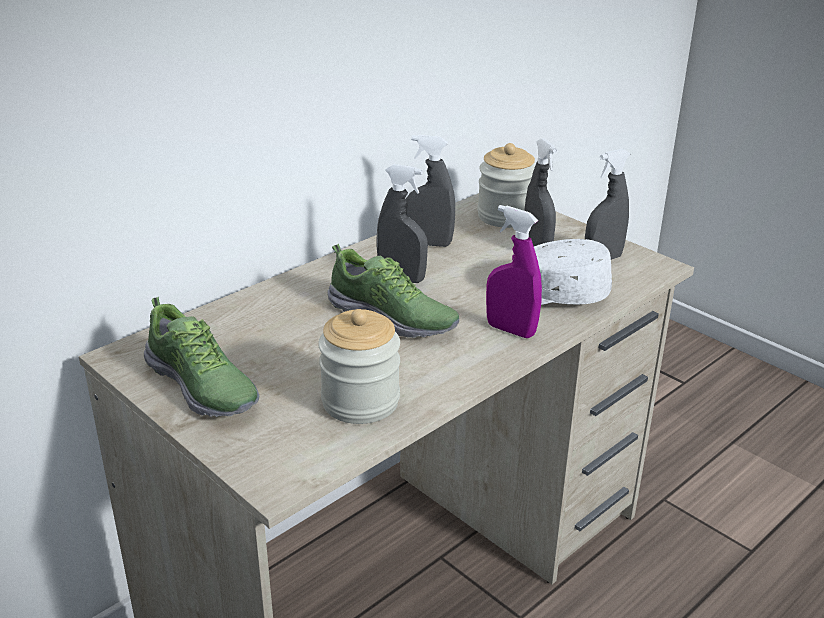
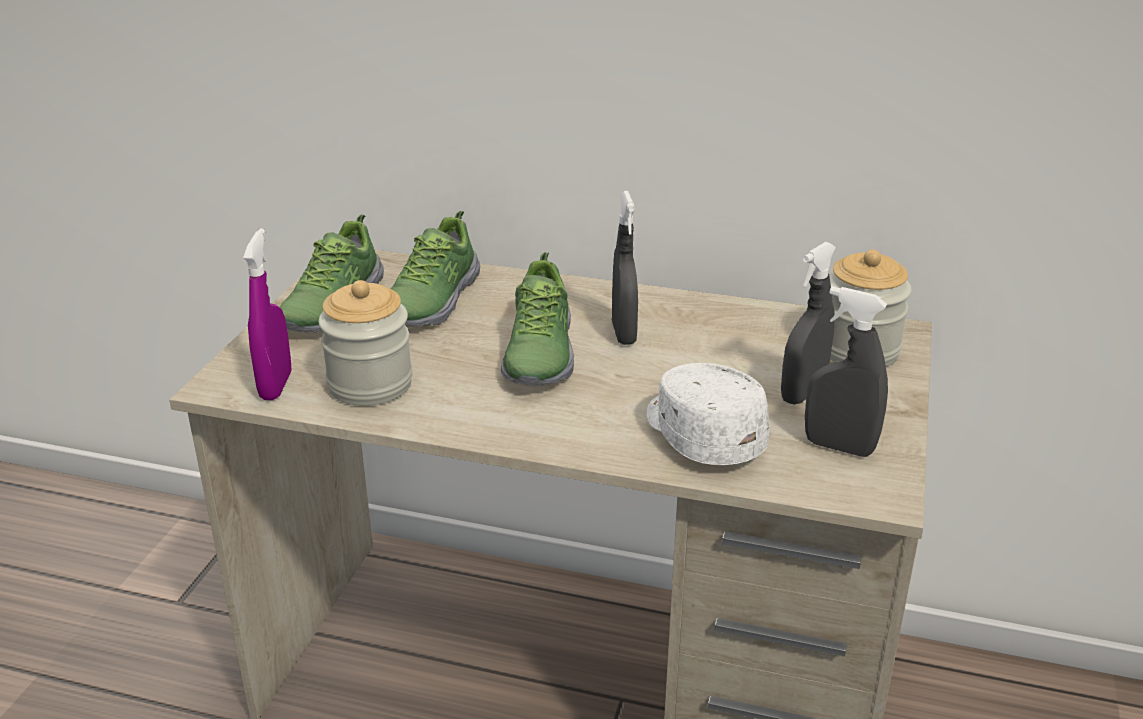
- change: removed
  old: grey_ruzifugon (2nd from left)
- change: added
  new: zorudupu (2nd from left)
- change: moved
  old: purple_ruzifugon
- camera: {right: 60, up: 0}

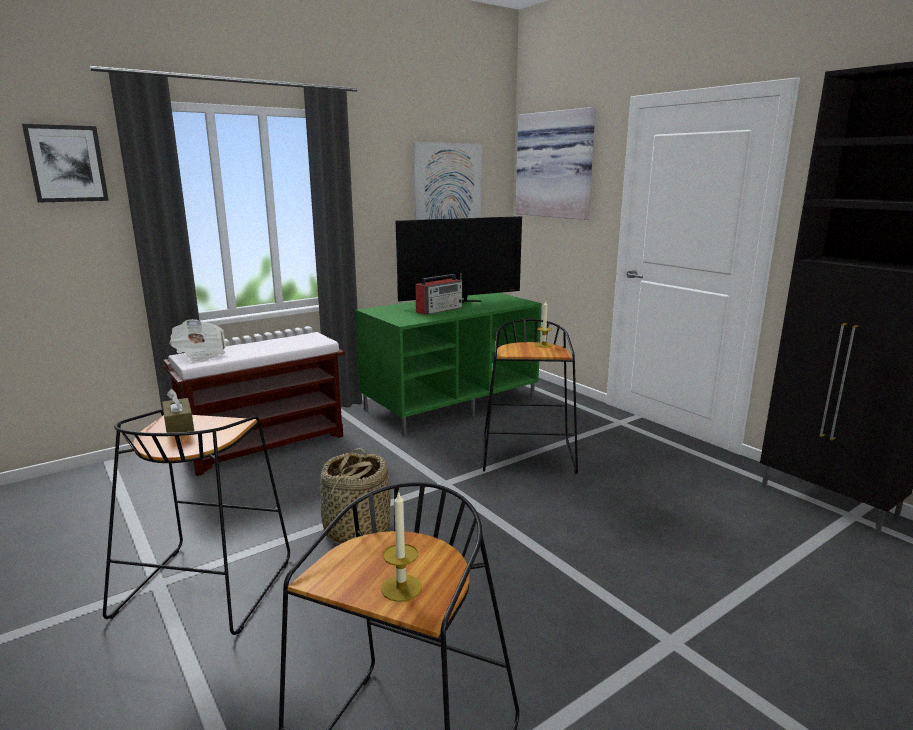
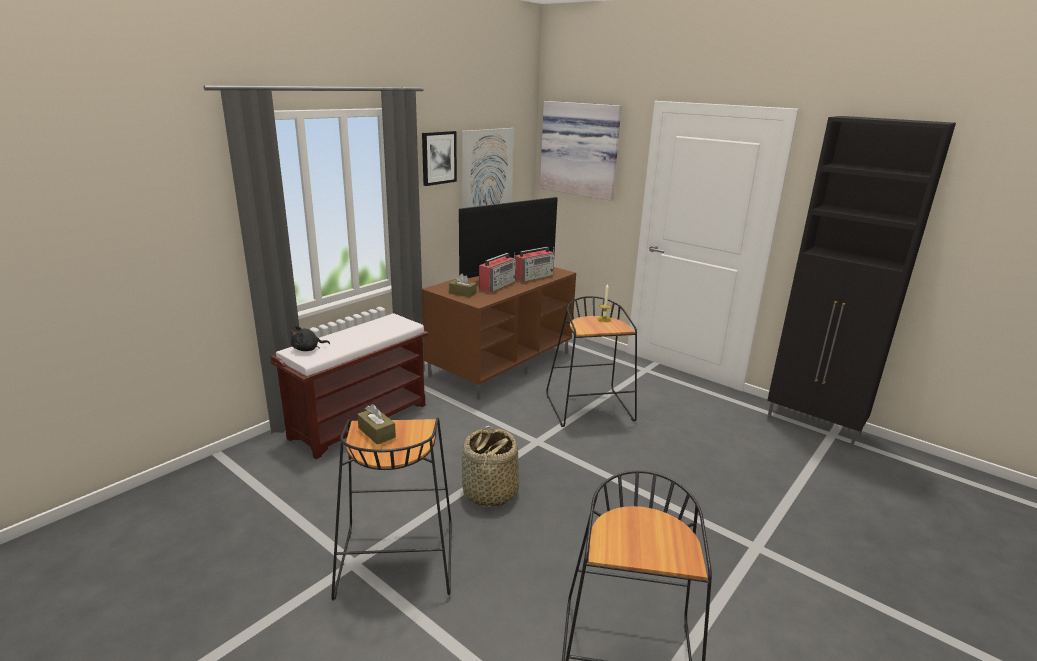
- change: removed
  old: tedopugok (1st from left)
- change: added
  new: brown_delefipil (2nd from left)
- change: added
  new: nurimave (2nd from left)
- change: moved
  old: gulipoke (1st from left)
- change: replaced
  old: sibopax
  new: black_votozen
- change: recoloured
  old: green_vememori
  new: brown_vememori
- camera: {right: -15, up: 5}

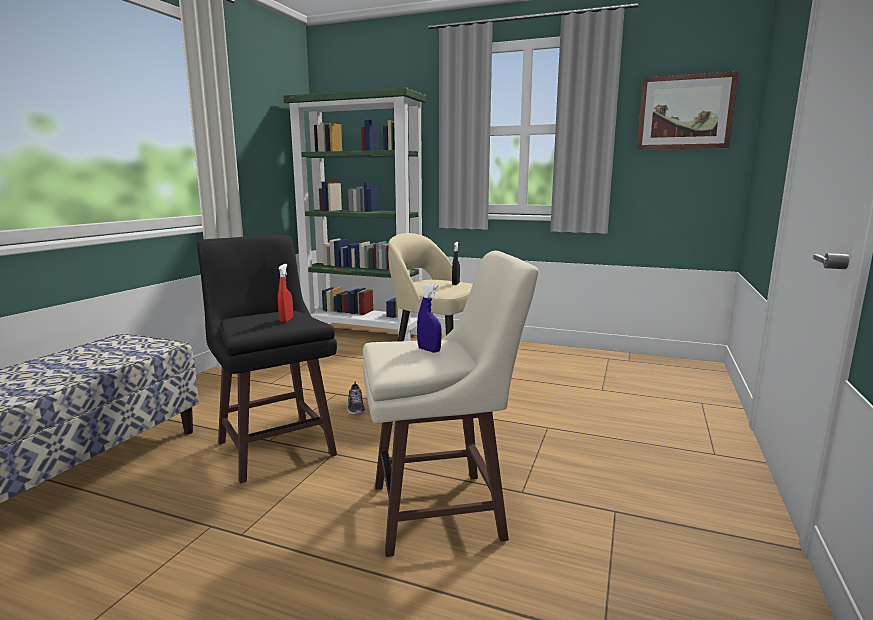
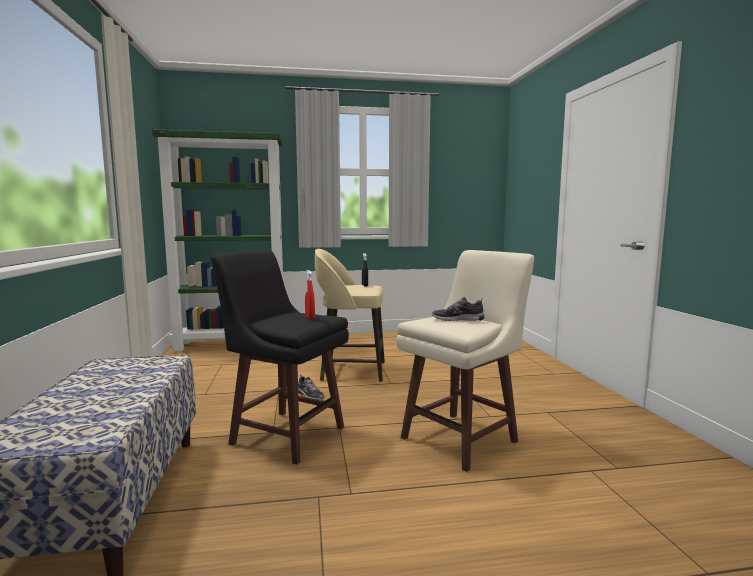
- change: removed
  old: gulipoke
- change: replaced
  old: blue_ruzifugon
  new: zorudupu (2nd from left)
- camera: {right: -30, up: -5}

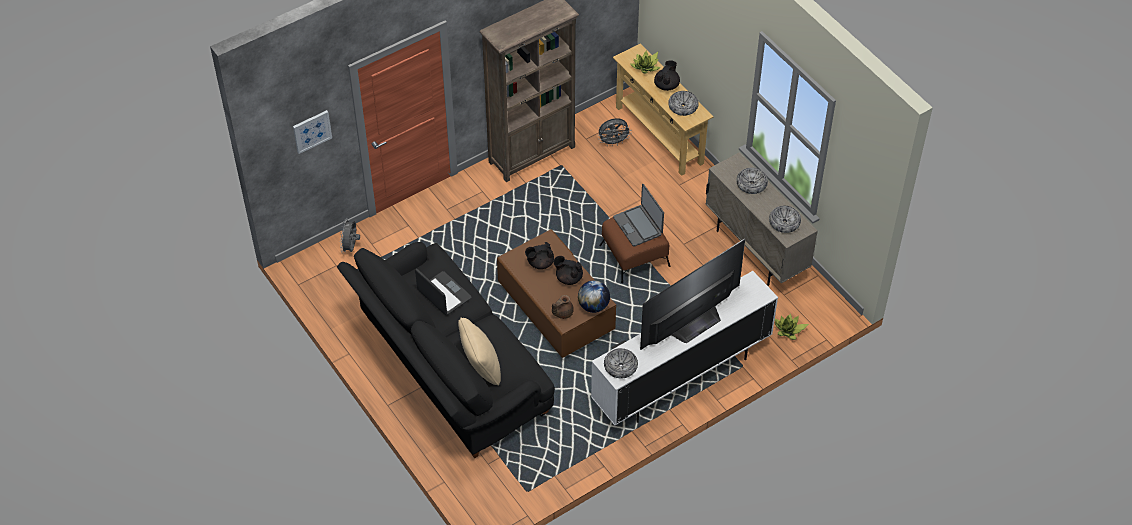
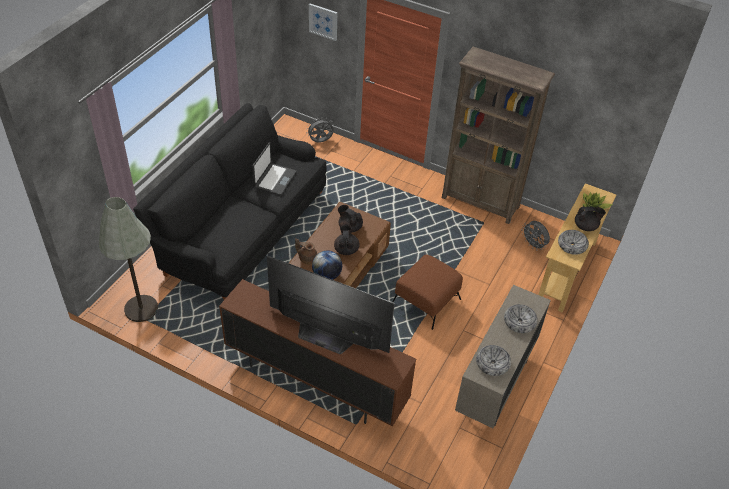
- change: removed
  old: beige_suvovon
- change: removed
  old: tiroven (1st from left)
- change: removed
  old: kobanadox (2nd from left)
- change: removed
  old: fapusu (2nd from left)
- change: added
  new: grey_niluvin
- change: recoloured
  old: white_vememori
  new: brown_vememori
- camera: {right: 60, up: -5}

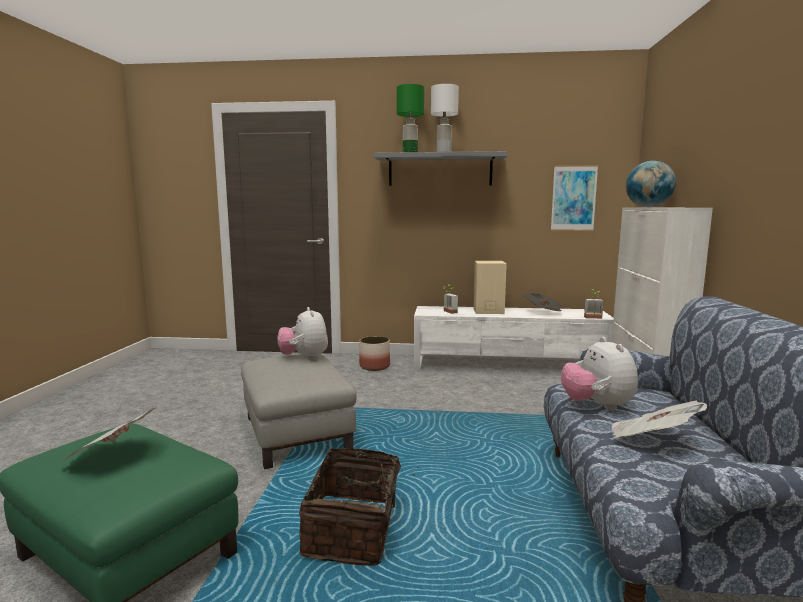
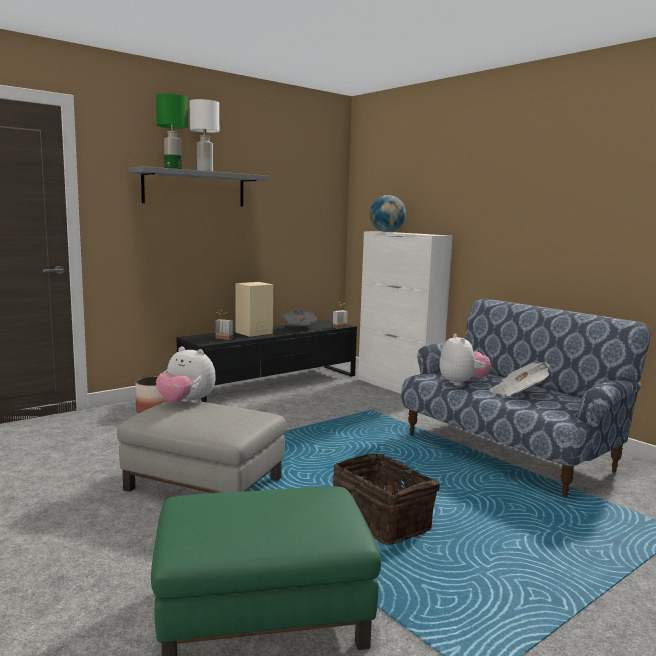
- change: removed
  old: sibopax (1st from left)
- change: removed
  old: gulipoke
- change: recoloured
  old: white_vememori
  new: black_vememori
- change: turned
  old: votozen (2nd from left)
  degrees: -135
- camera: {right: -45, up: 0}

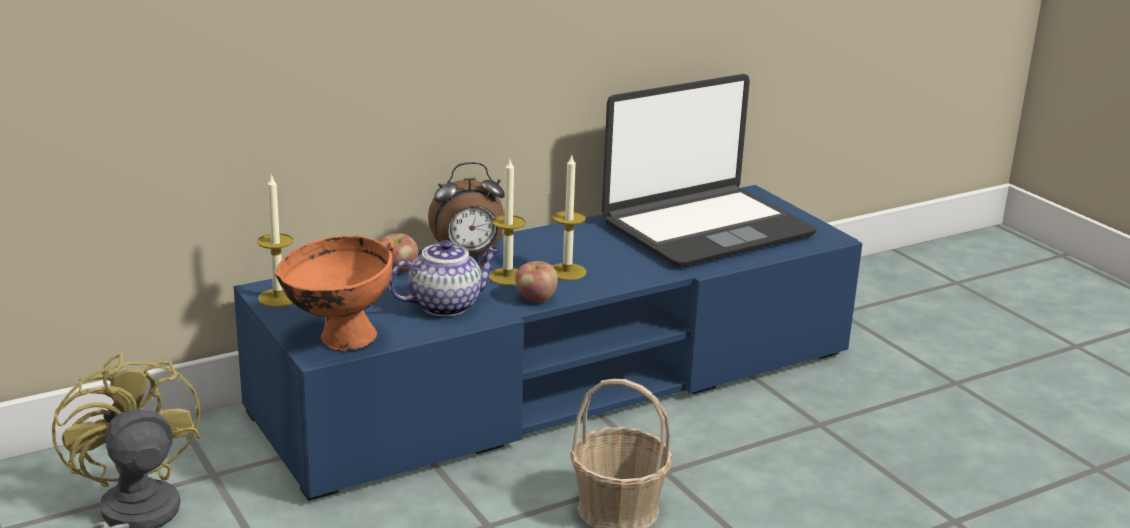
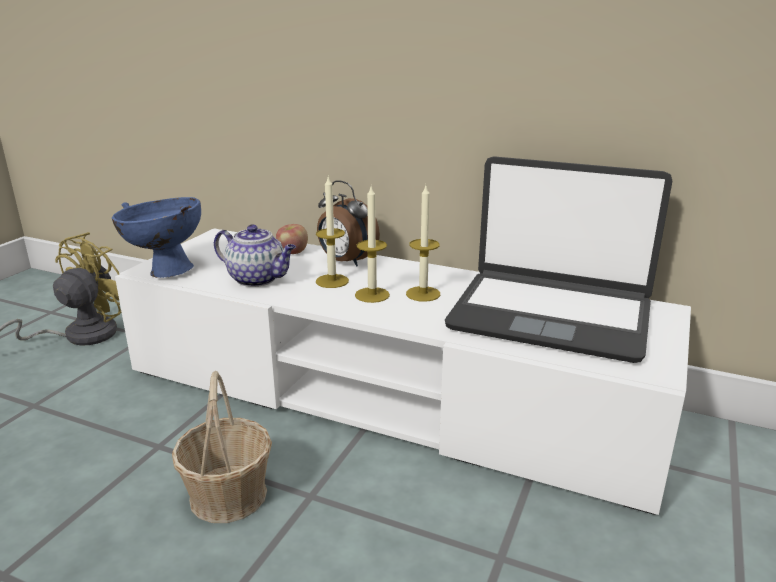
- change: removed
  old: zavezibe (2nd from left)
- change: moved
  old: tedopugok (1st from left in the first image)
  new: tedopugok (3rd from left)
- change: recoloured
  old: blue_vememori
  new: white_vememori
- change: recoloured
  old: orange_tiroven
  new: blue_tiroven
- camera: {right: 55, up: 0}

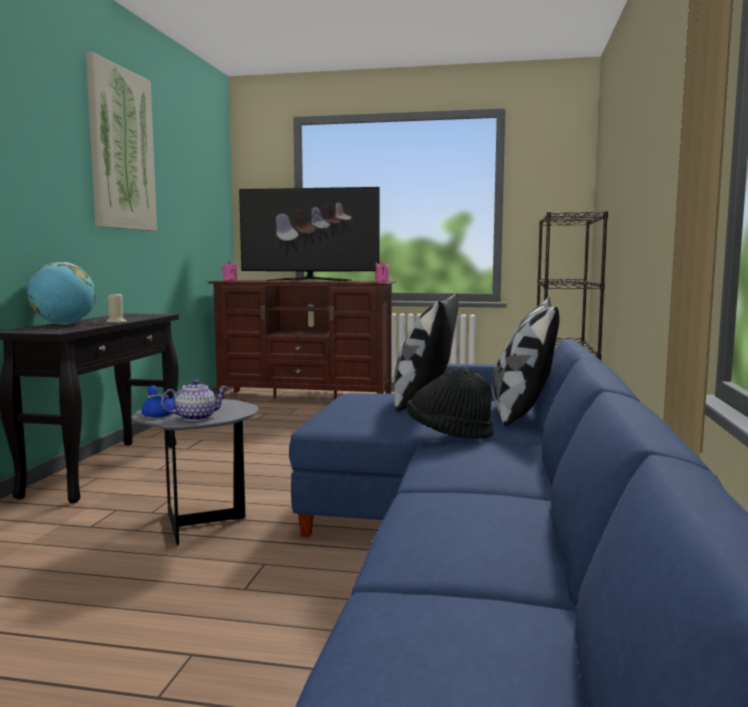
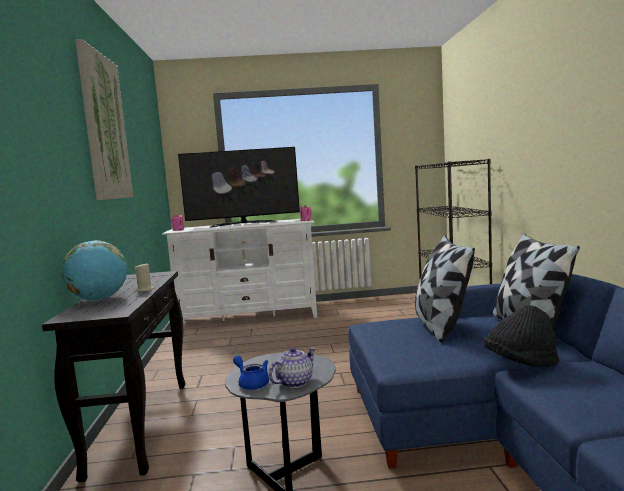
- change: recoloured
  old: brown_vememori
  new: white_vememori
- camera: {right: -15, up: 0}

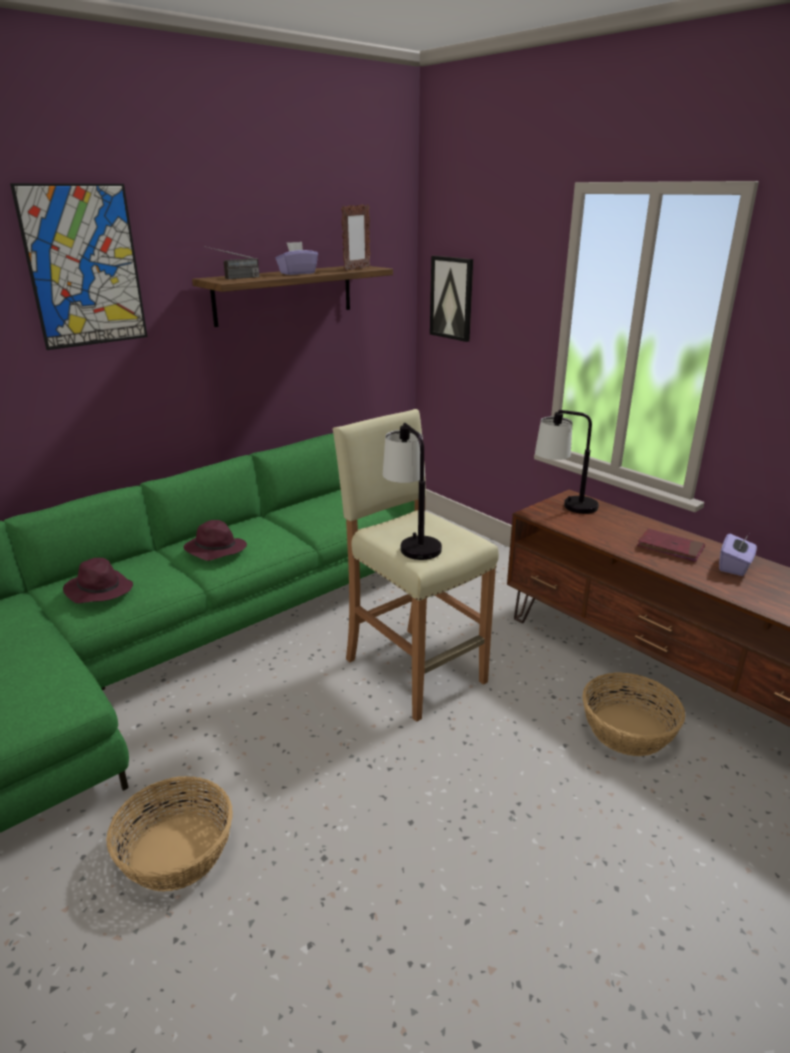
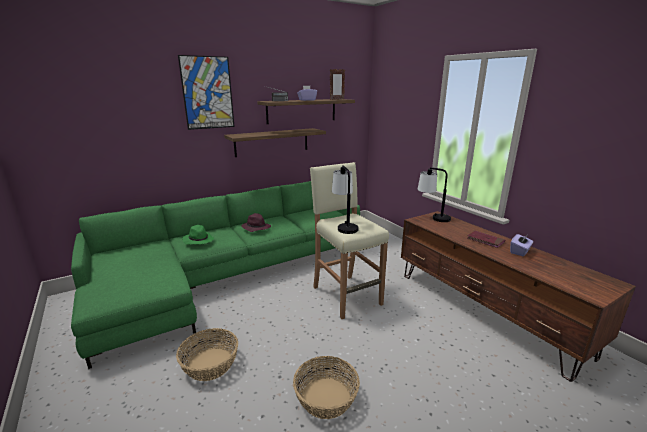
- change: removed
  old: gulipoke (2nd from left)
- change: added
  new: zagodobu (1st from left)
- change: moved
  old: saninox (2nd from left)
- change: recoloured
  old: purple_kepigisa (1st from left)
  new: green_kepigisa
- camera: {right: 10, up: -5}

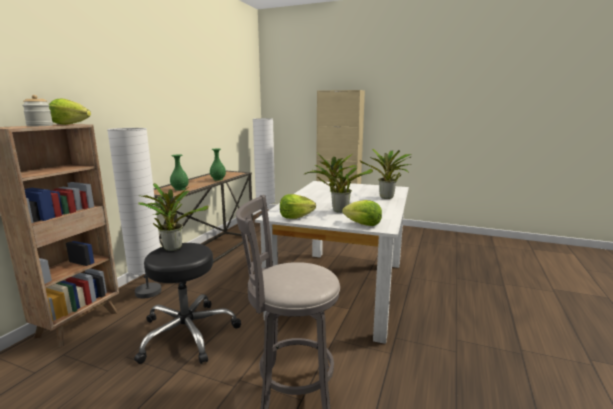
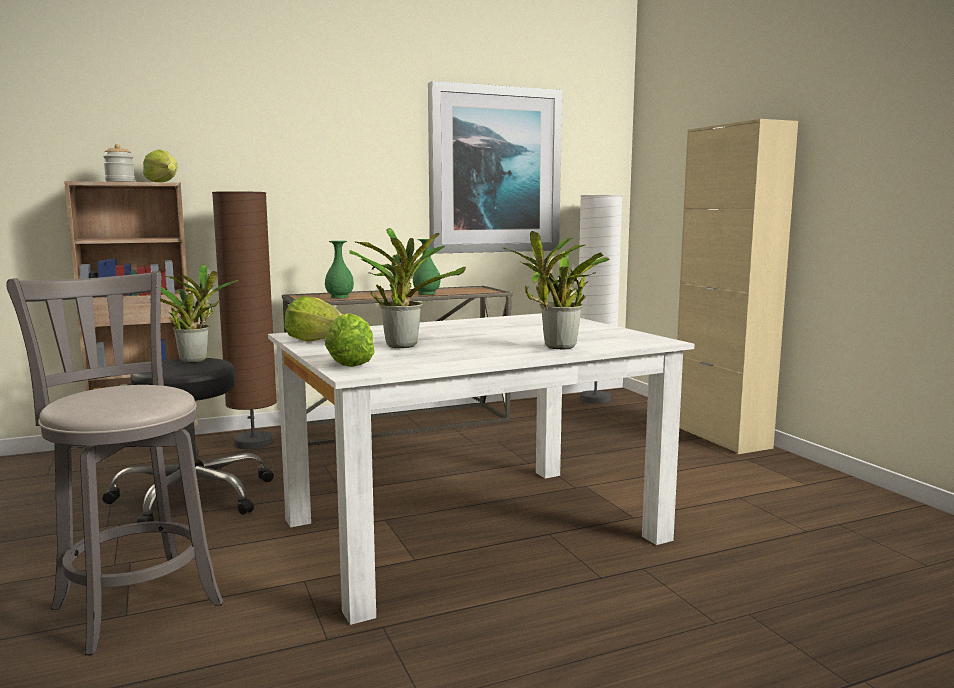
- change: added
  new: gulipoke
- change: recoloured
  old: white_niluvin (1st from left)
  new: brown_niluvin
- camera: {right: 45, up: -5}

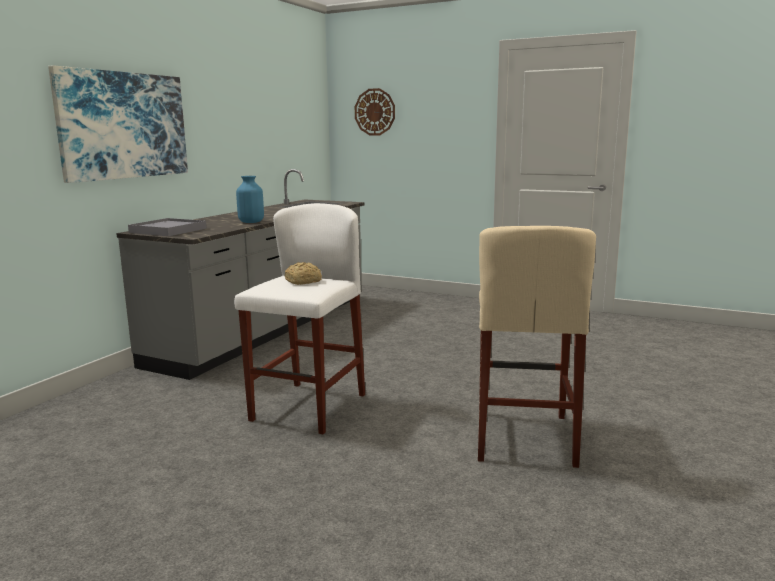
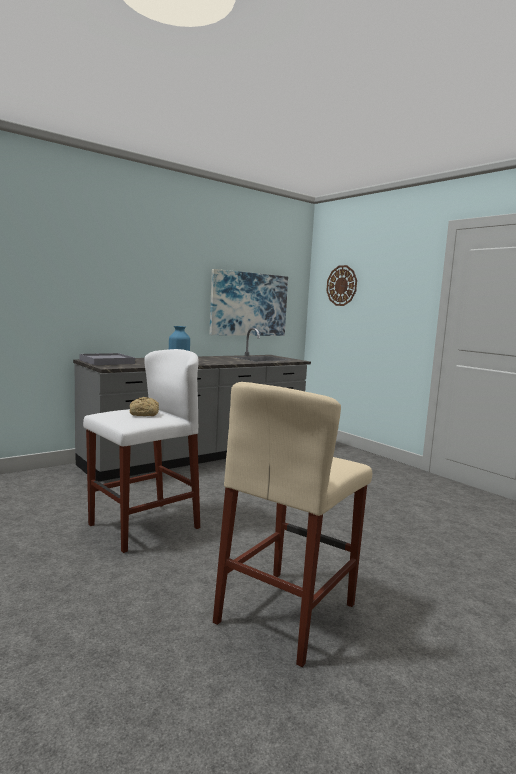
- change: moved
  old: gulipoke
- camera: {right: 25, up: -5}

